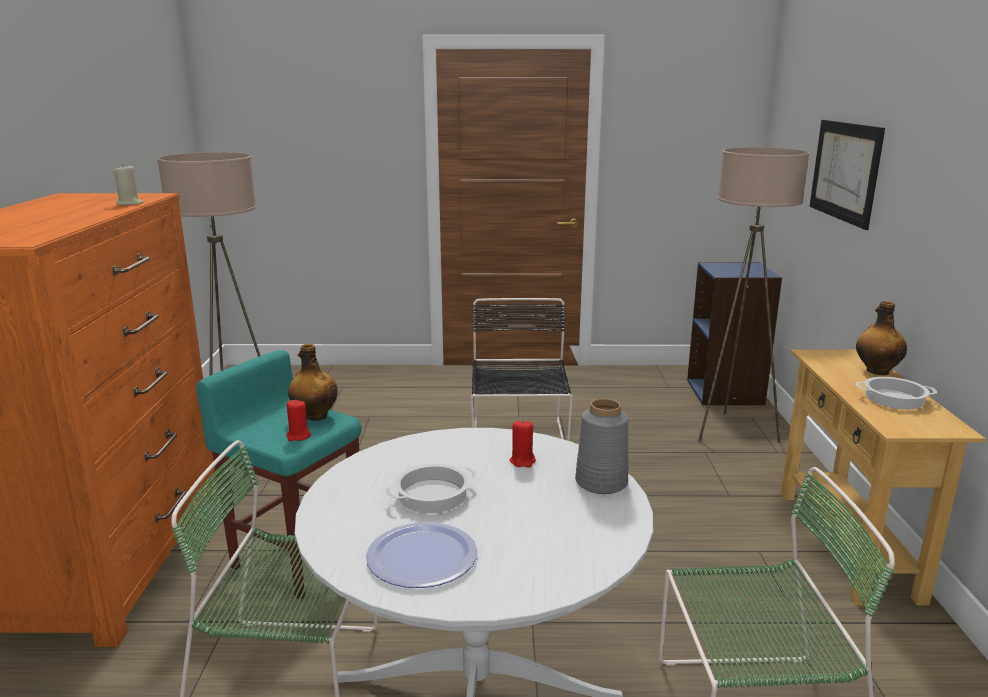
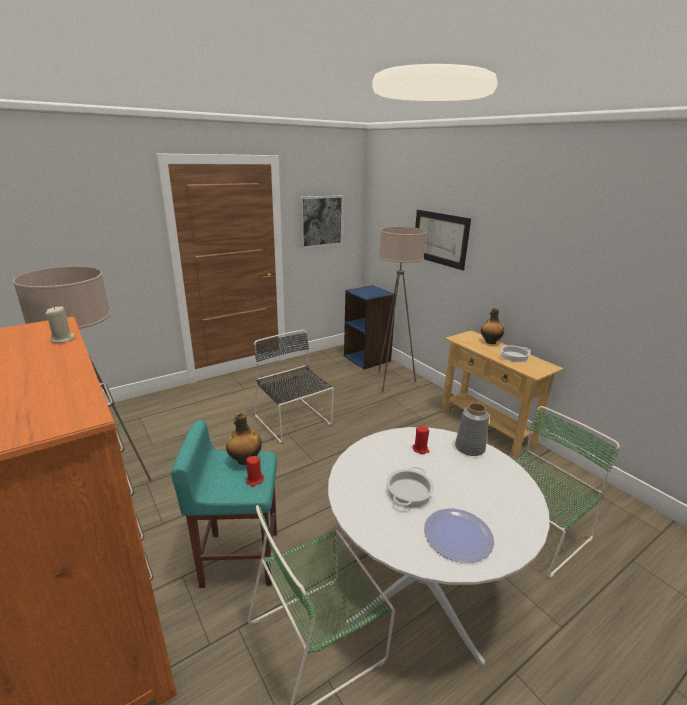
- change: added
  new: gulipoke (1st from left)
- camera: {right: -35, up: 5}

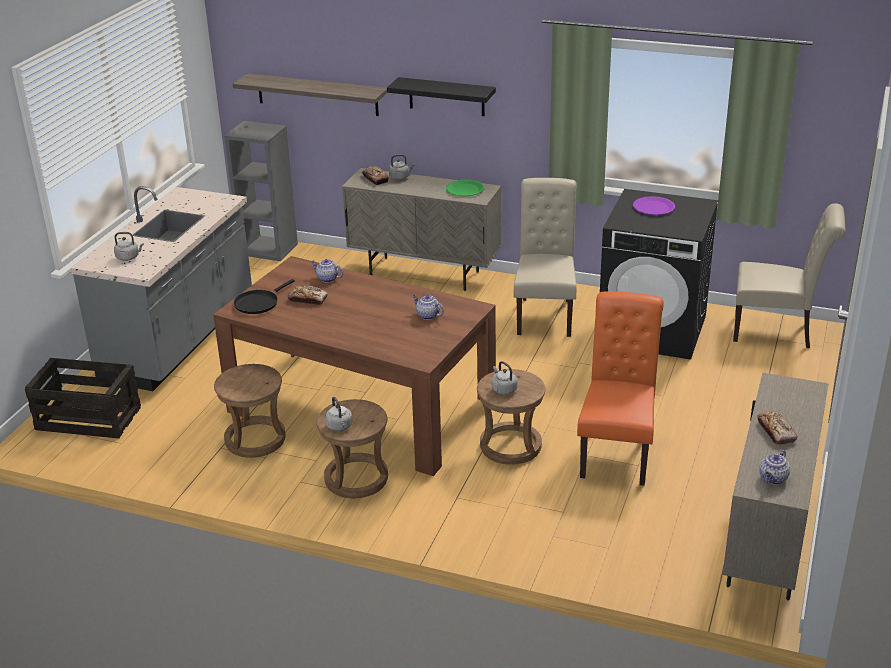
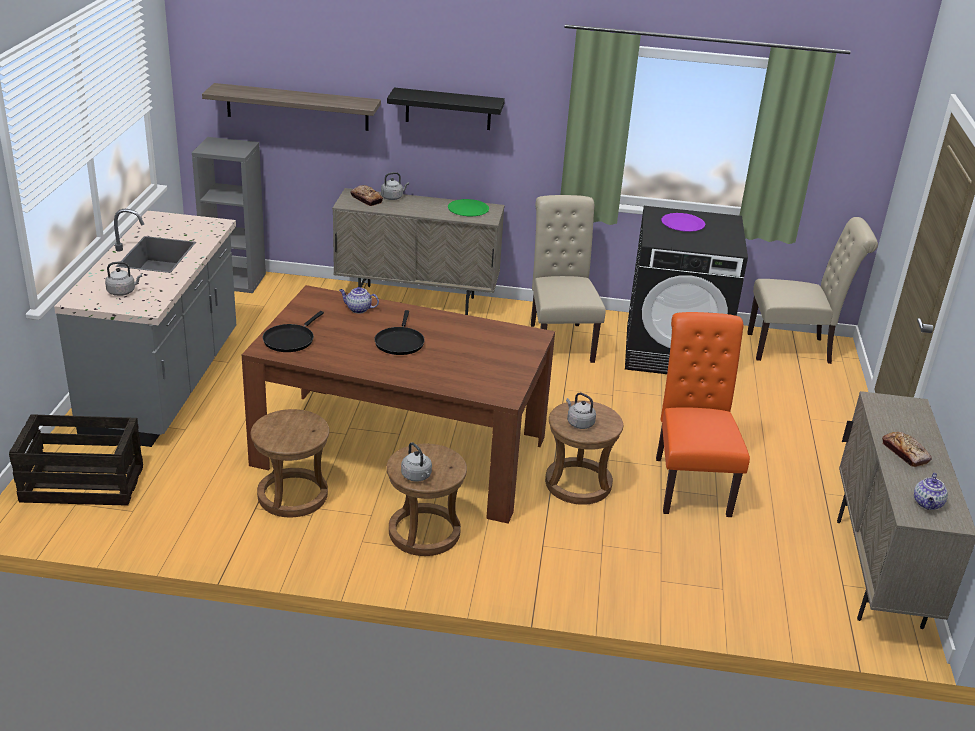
- change: removed
  old: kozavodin (1st from left)
- change: removed
  old: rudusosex (2nd from left)
- change: added
  new: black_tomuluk (2nd from left)
- camera: {right: -15, up: 0}

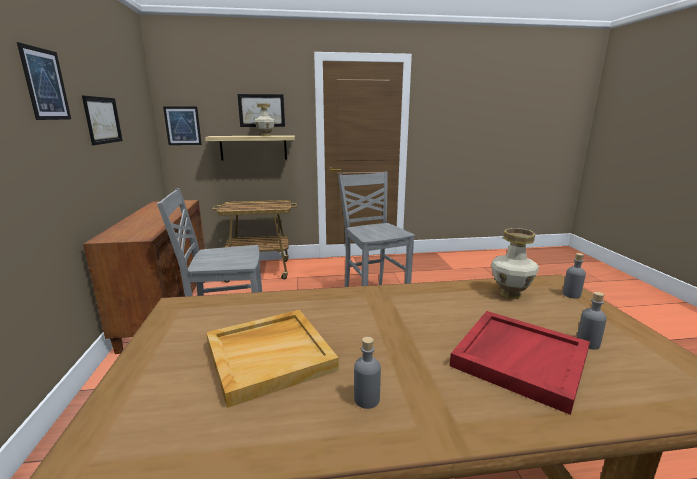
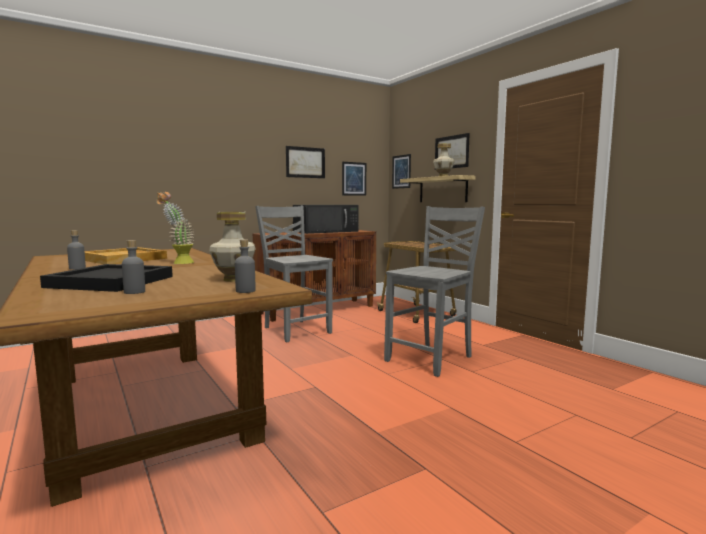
- change: added
  new: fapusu
- change: added
  new: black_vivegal
- change: moved
  old: gulipoke (1st from left in the first image)
  new: gulipoke (2nd from left)
- change: recoloured
  old: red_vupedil
  new: black_vupedil
- camera: {right: 65, up: -10}

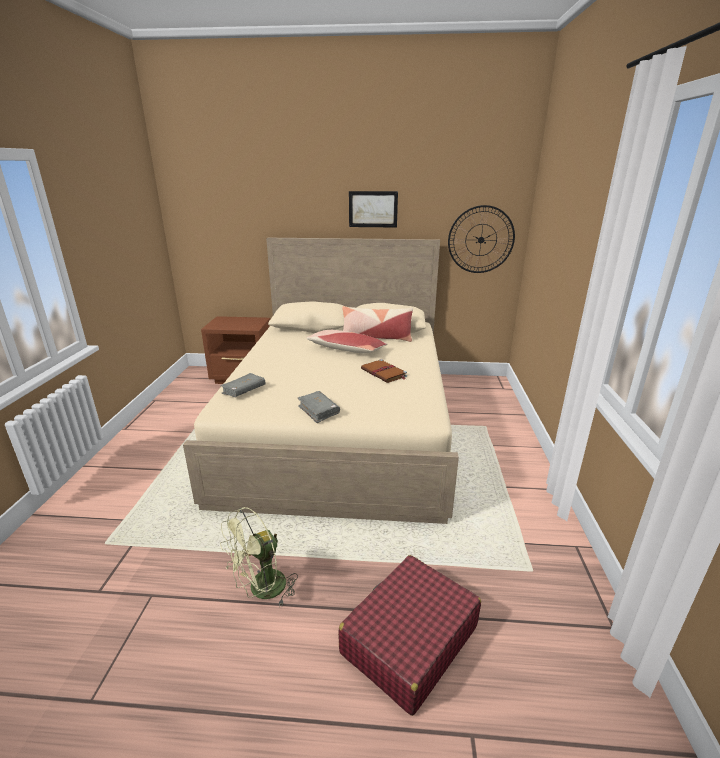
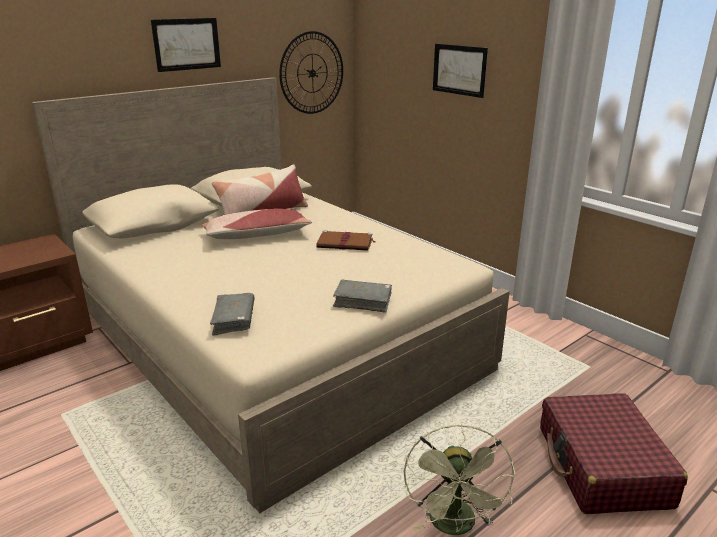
- change: added
  new: gulipoke (2nd from left)
- camera: {right: -45, up: 0}

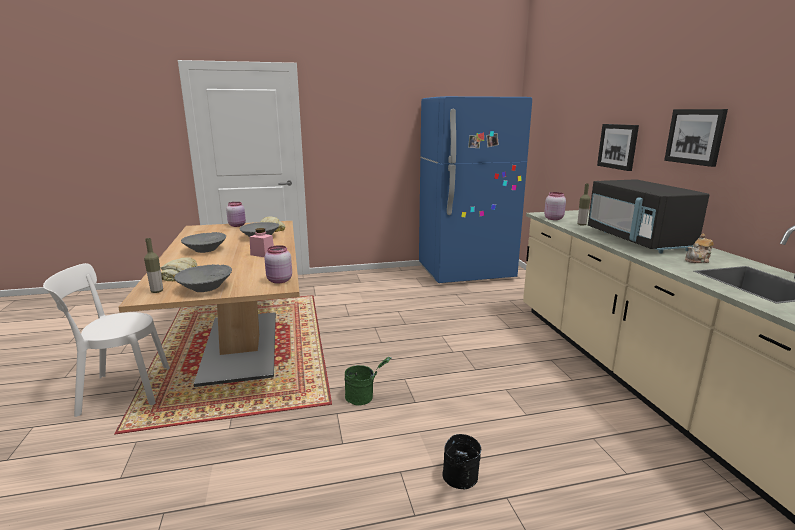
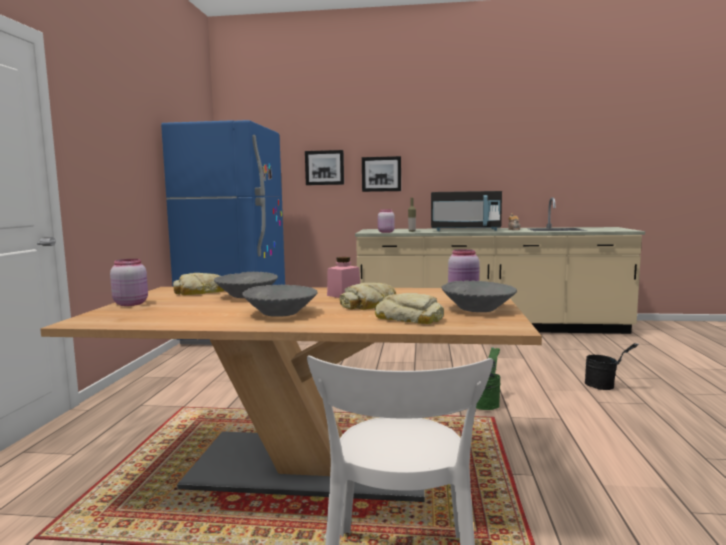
- change: removed
  old: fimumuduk (1st from left)
- change: added
  new: kozavodin (2nd from left)
- change: moved
  old: gulipoke (2nd from left in the first image)
  new: gulipoke (1st from left)
- camera: {right: -70, up: -10}

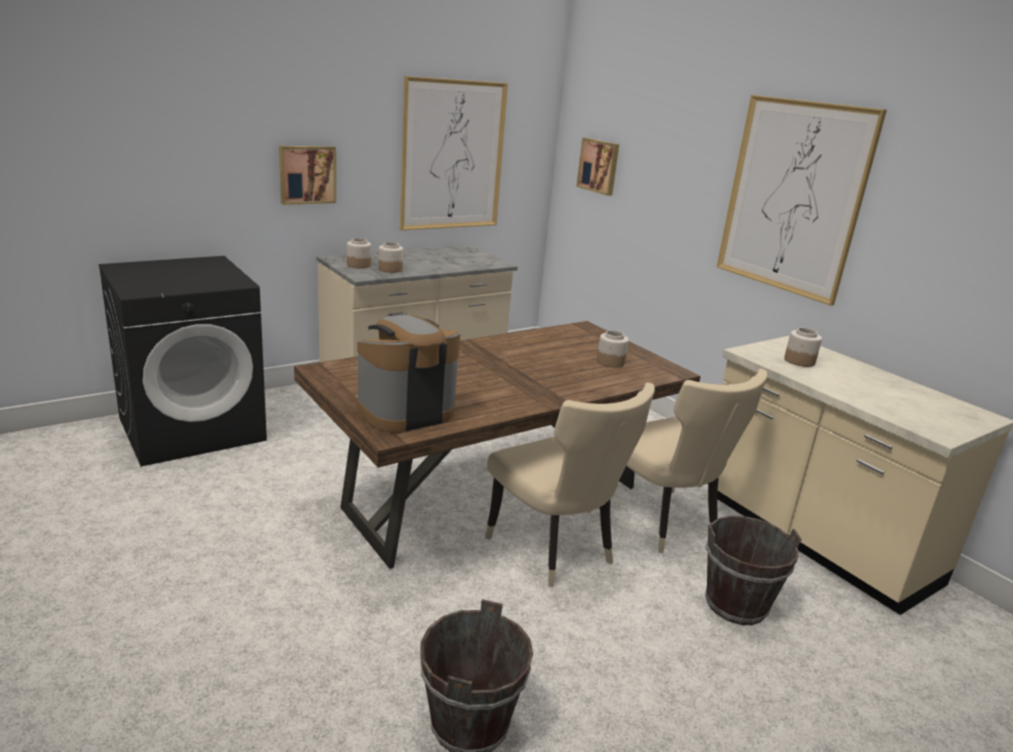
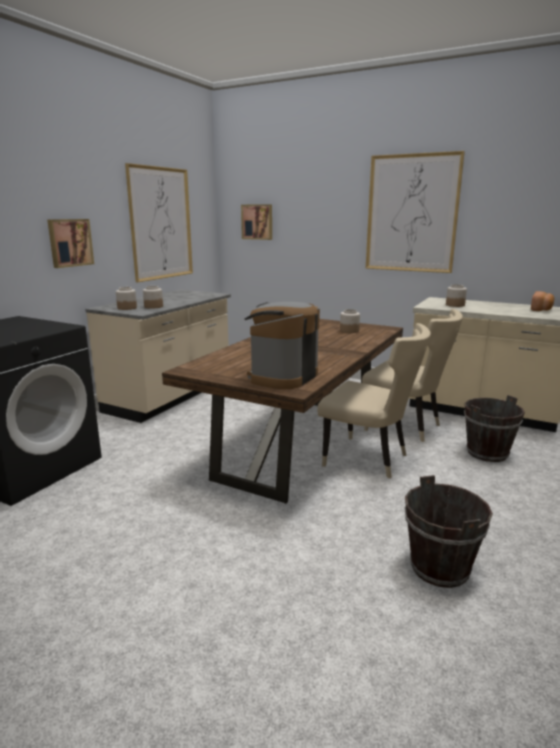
- change: added
  new: kozavodin
- camera: {right: -25, up: -5}

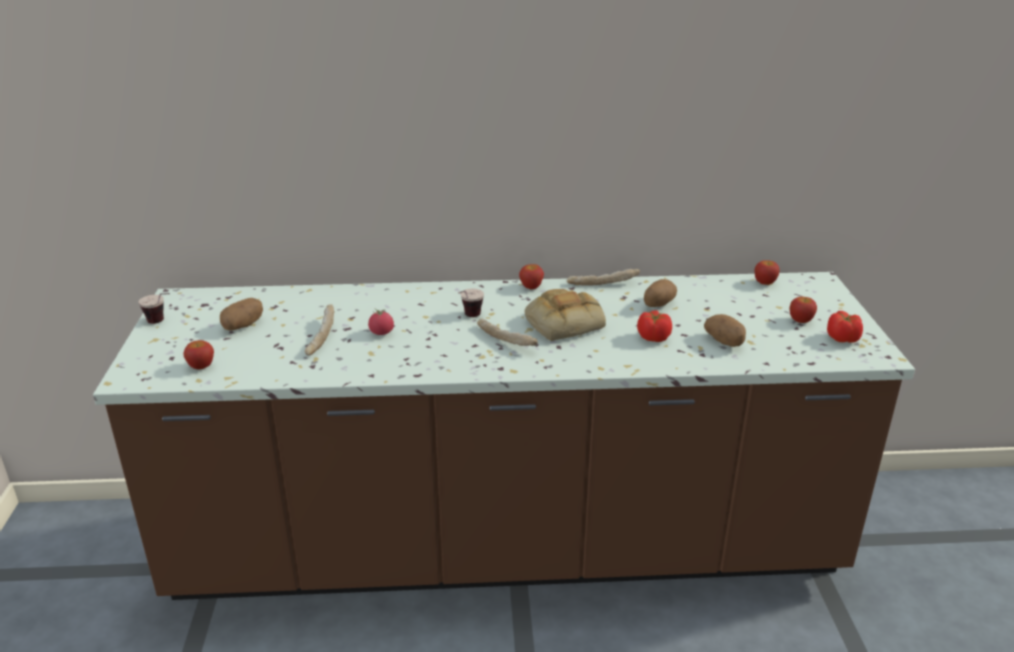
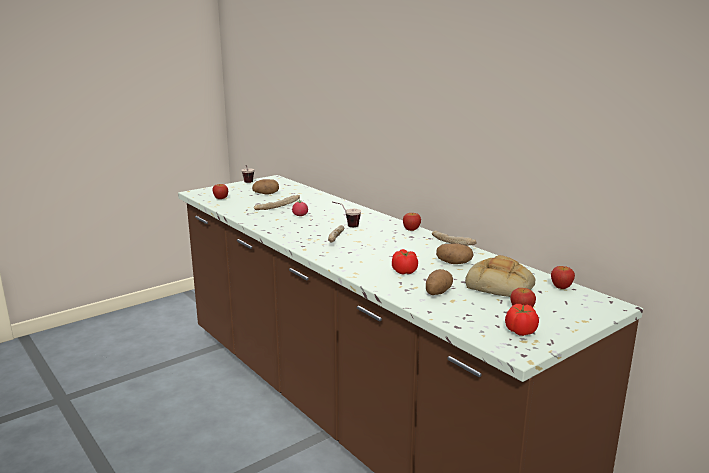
- change: moved
  old: kozavodin (3rd from left in the first image)
  new: kozavodin (4th from left)
- camera: {right: 55, up: -10}

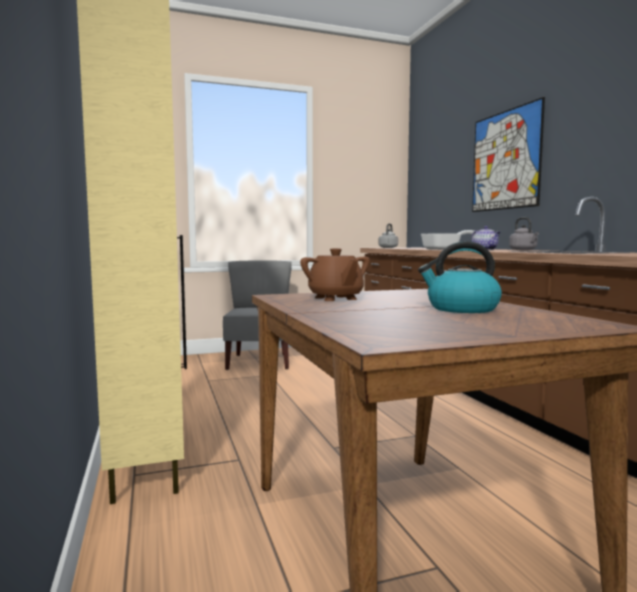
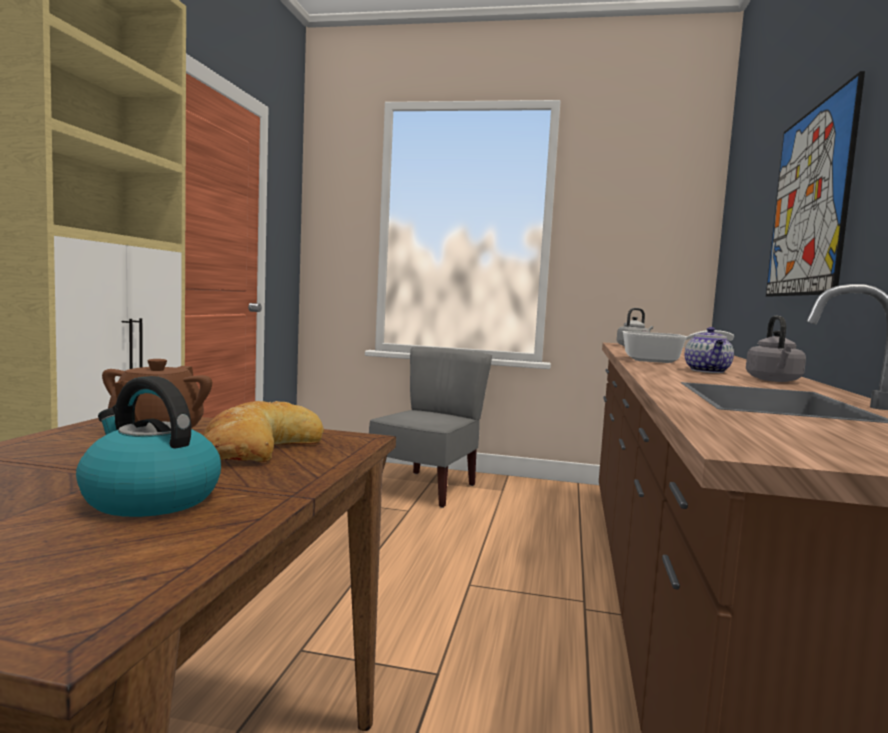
- change: added
  new: kozavodin
- camera: {right: 30, up: 0}

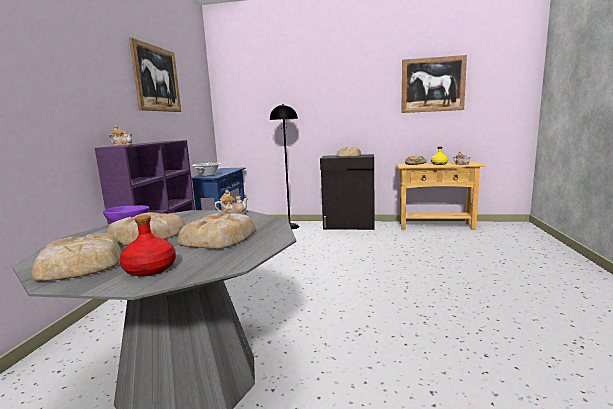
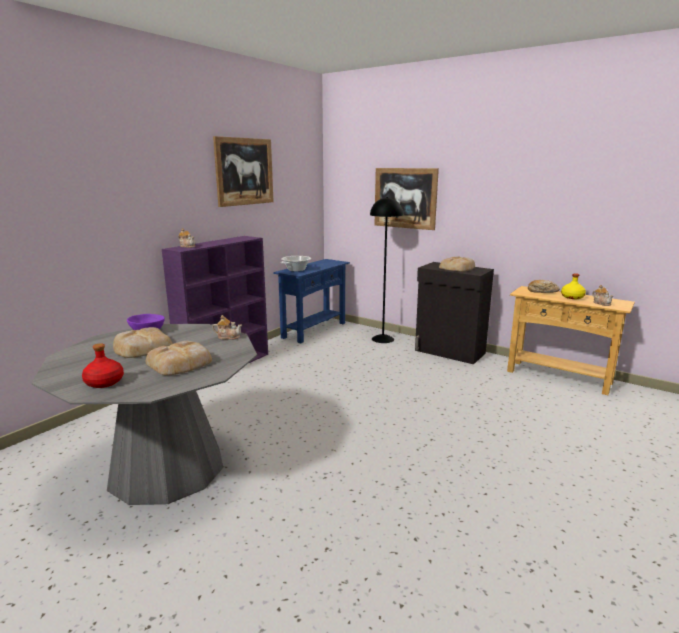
- change: removed
  old: kozavodin (1st from left)
- change: moved
  old: gulipoke (2nd from left)
- camera: {right: 25, up: 5}

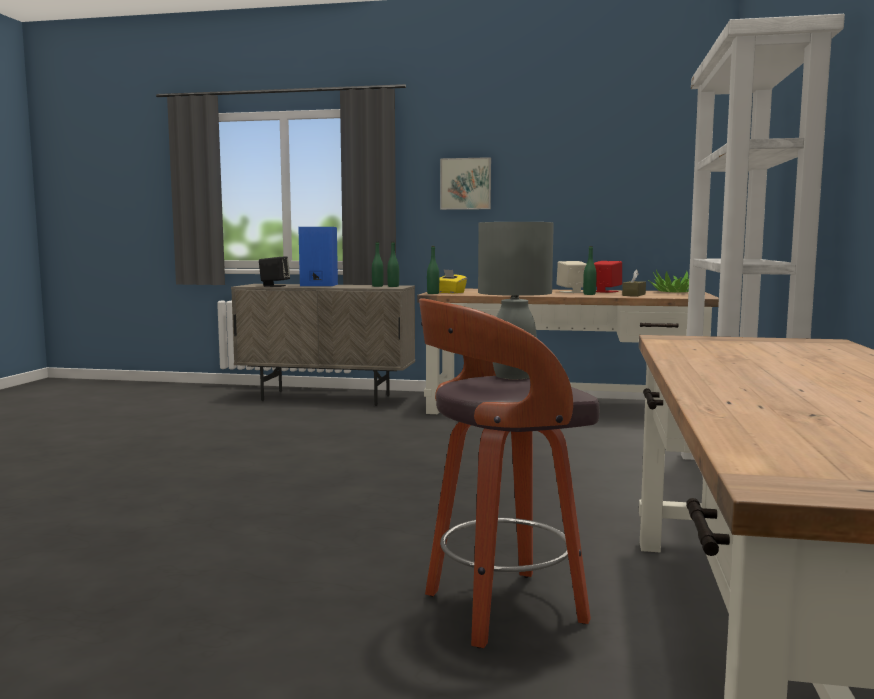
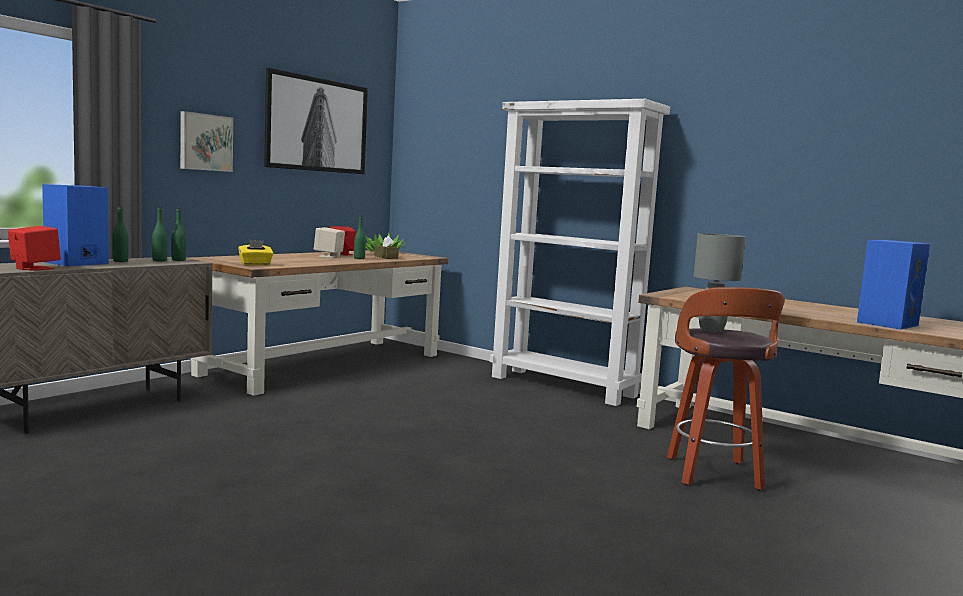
- change: added
  new: gulipoke (2nd from left)
- change: added
  new: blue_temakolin (2nd from left)
- change: moved
  old: green_fimumuduk (3rd from left in the first image)
  new: green_fimumuduk (1st from left)
- change: recoloured
  old: black_temakolin
  new: red_temakolin (1st from left)
- camera: {right: -65, up: 0}

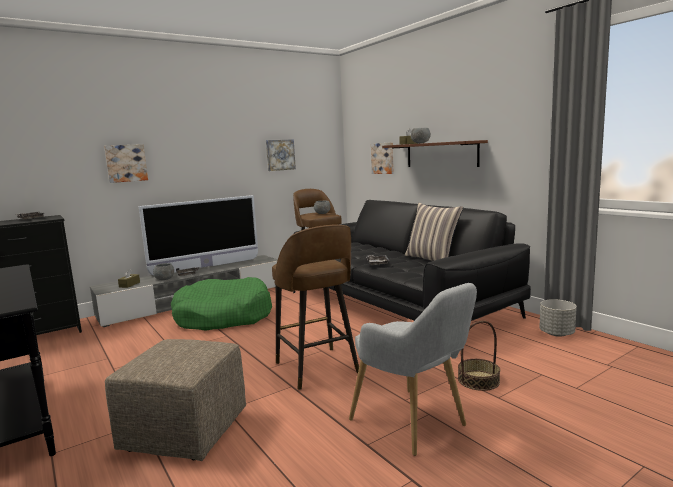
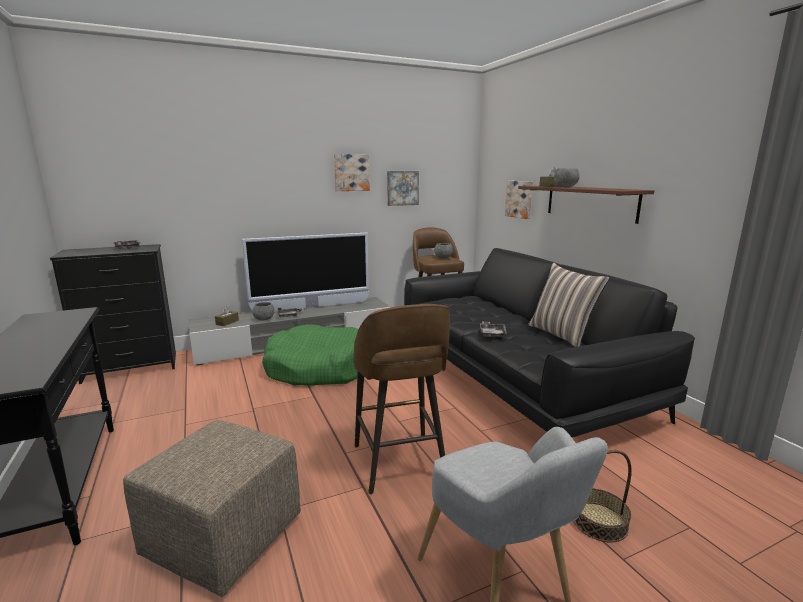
- change: removed
  old: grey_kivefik
- change: moved
  old: gulipoke (1st from left)
- camera: {right: 10, up: 5}

